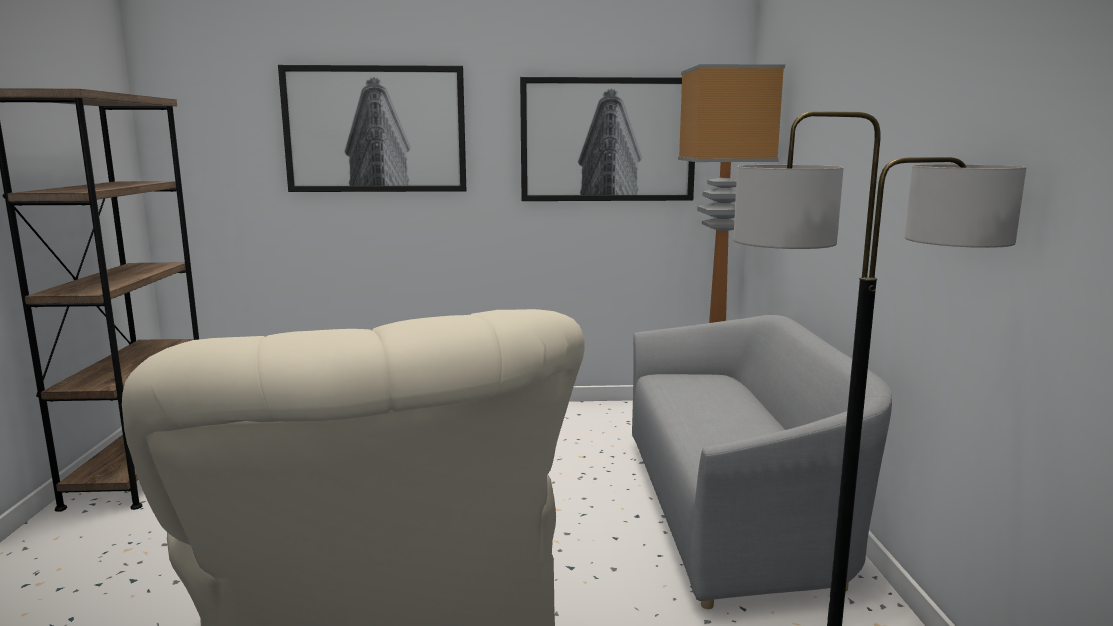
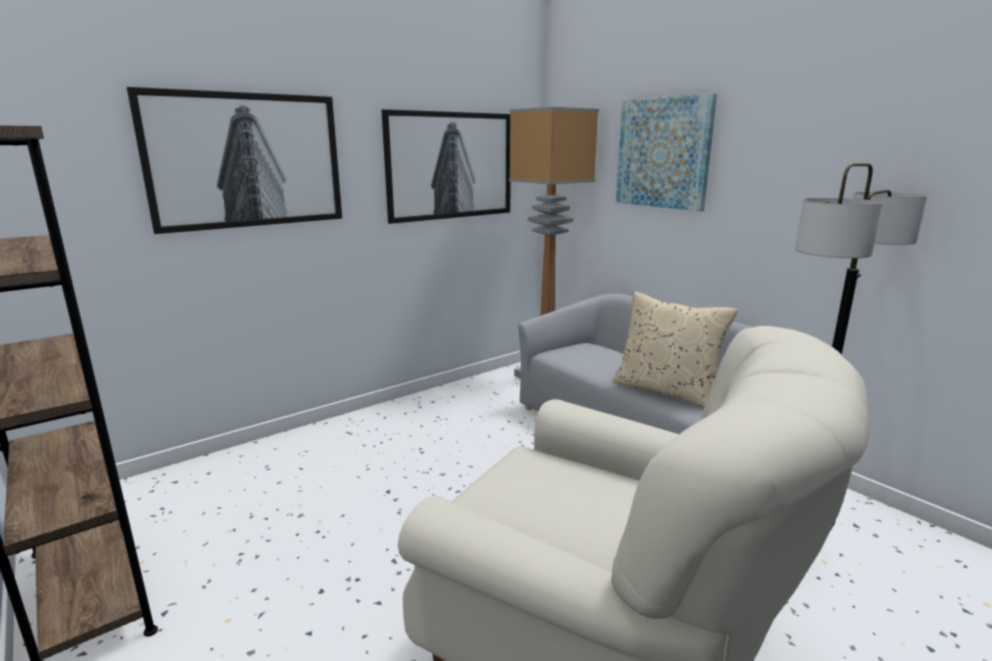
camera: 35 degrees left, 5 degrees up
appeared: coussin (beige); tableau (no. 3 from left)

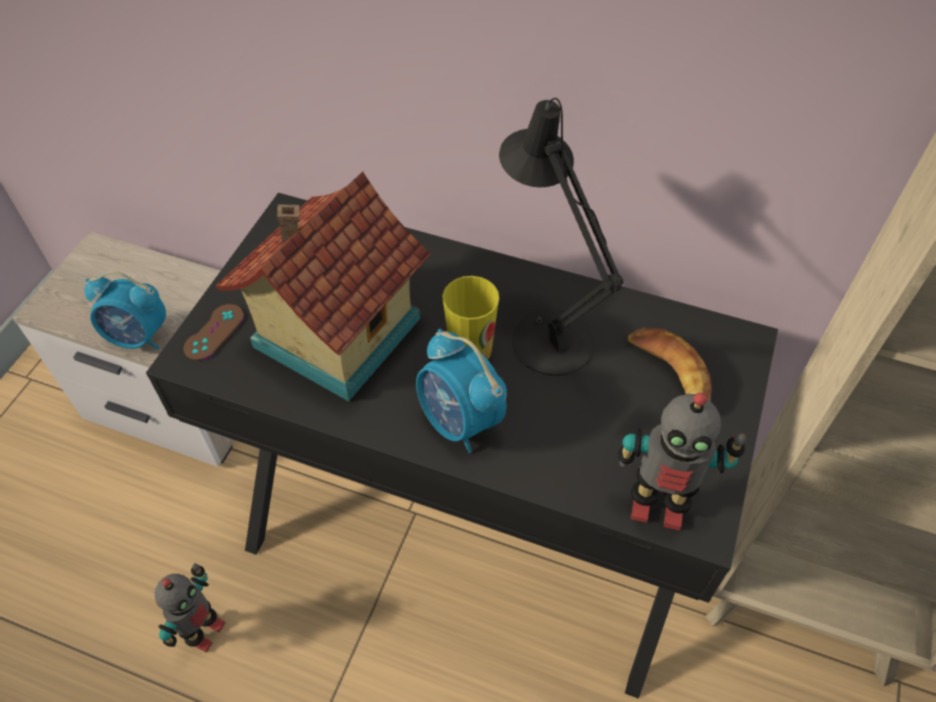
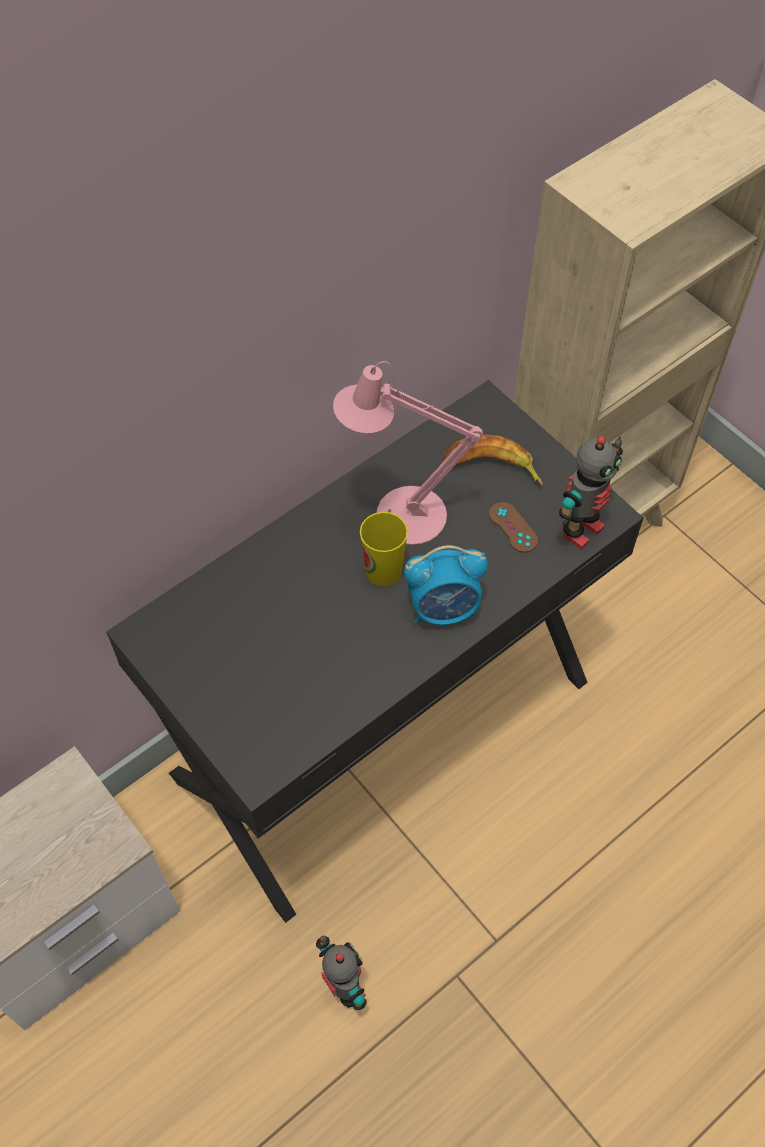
camera: 60 degrees left, 5 degrees up
missing: réveil (no. 1 from left); maison miniature
relocated: manette (marron)
colour: lampe de table (noir) to lampe de table (rose)

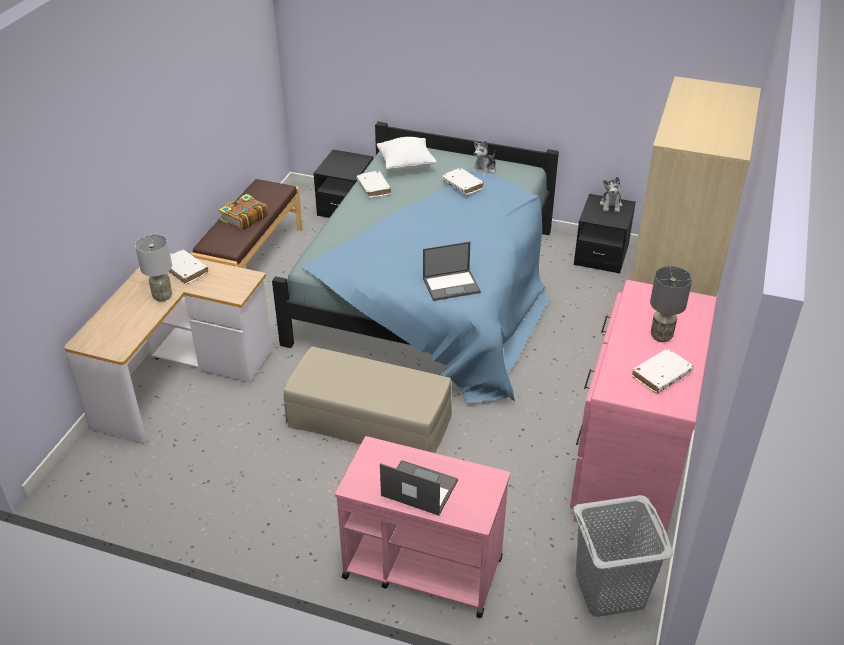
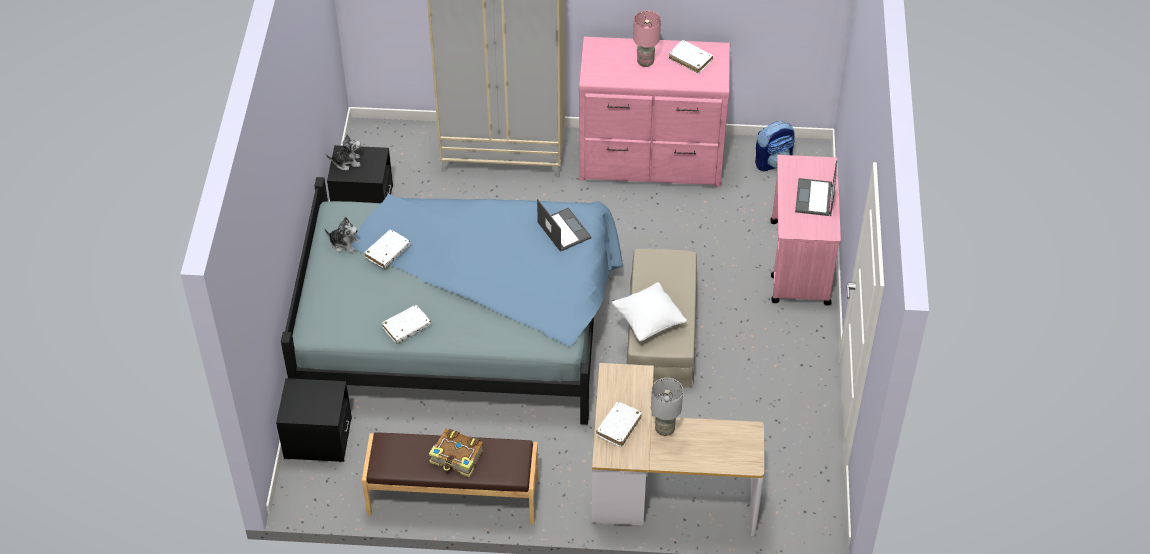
camera: 105 degrees left, 10 degrees up
relocated: coussin (blanc)
exchanged: panier à linge (gris) to sac à dos
colour: lampe de table (gris) (no. 2 from left) to lampe de table (rose)

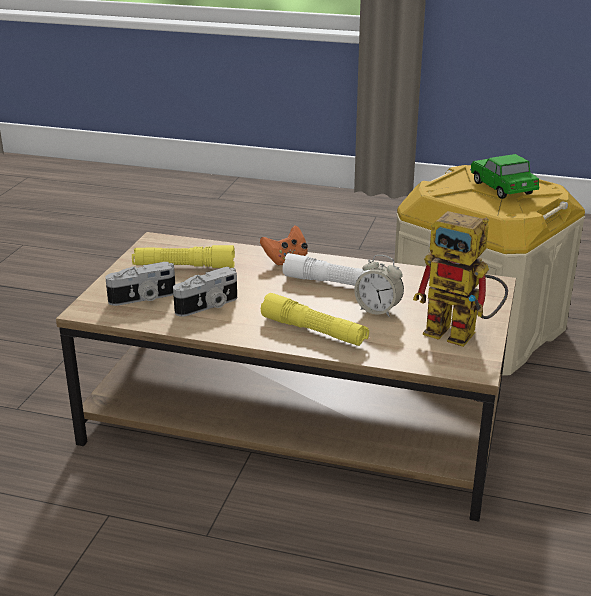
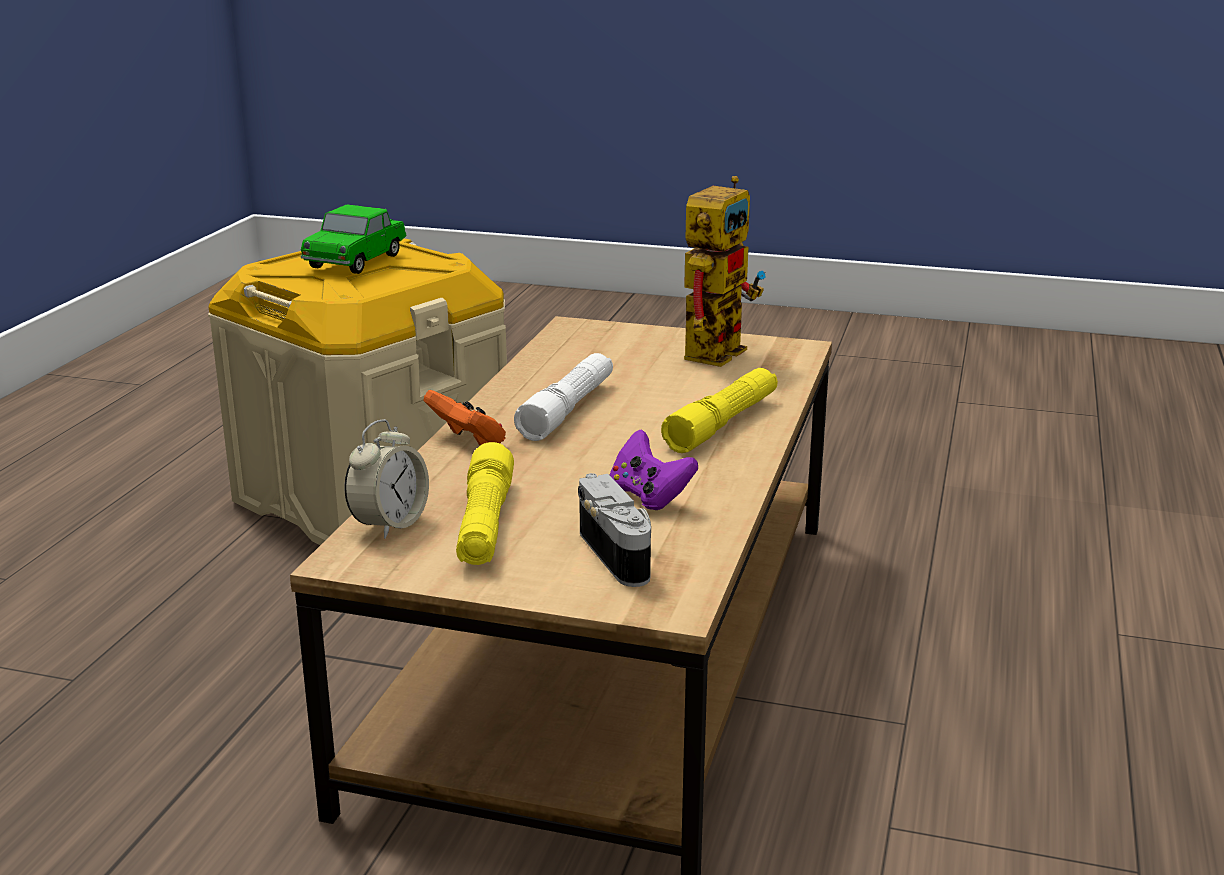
camera: 90 degrees left, 5 degrees down
relocated: réveil
exchanged: appareil photo (no. 2 from left) to manette (violet)
spun: petite voiture 45 degrees counterclockwise

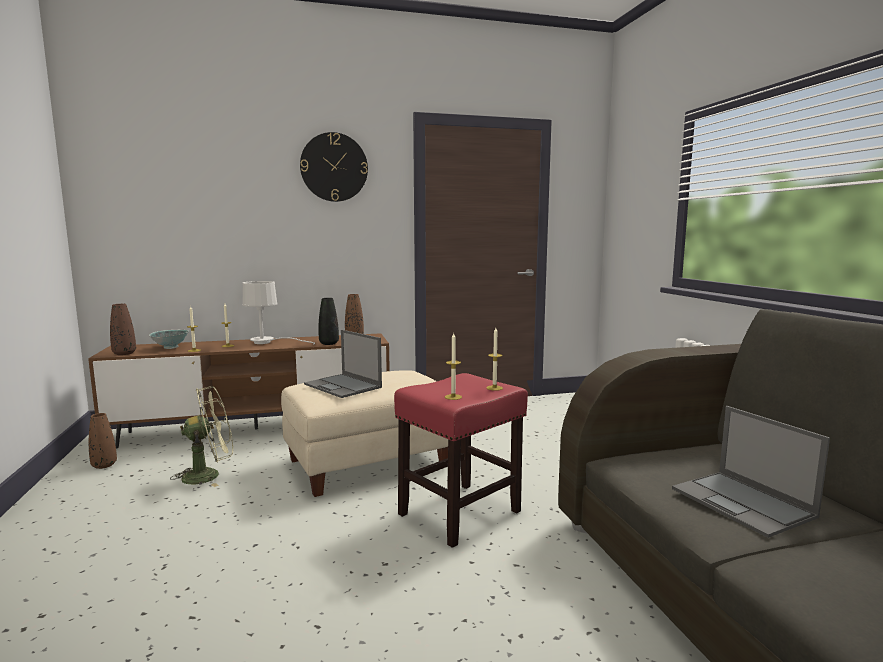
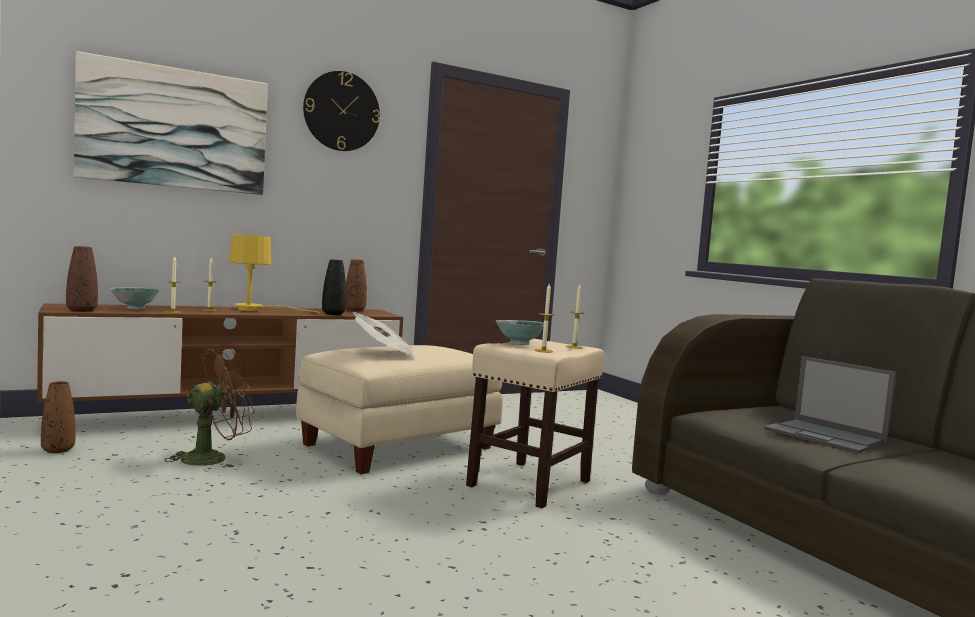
camera: 15 degrees left, 5 degrees down
appeared: tableau; bol (no. 2 from left)
exchanged: ordinateur portable (no. 1 from left) to journal
colour: ventilateur (vert) to ventilateur (marron); lampe de table (blanc) to lampe de table (jaune); tabouret (rouge) to tabouret (beige)

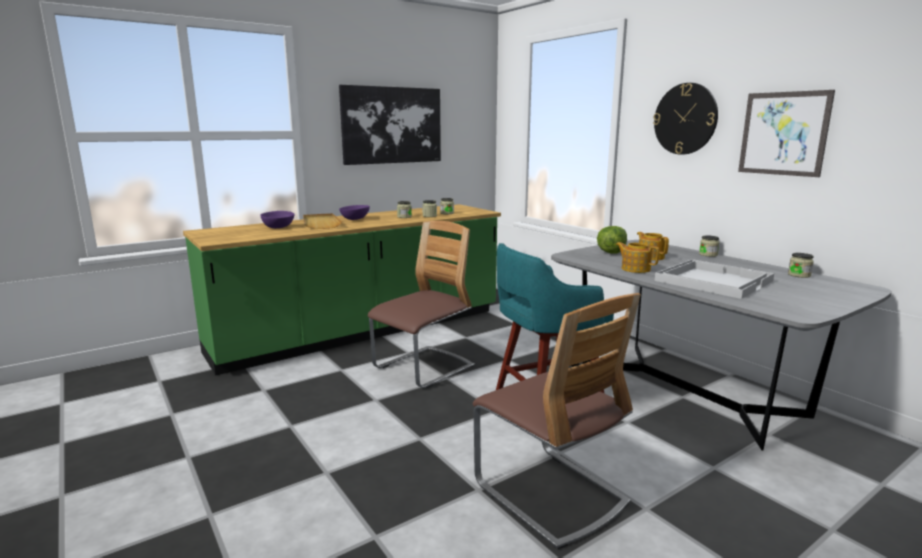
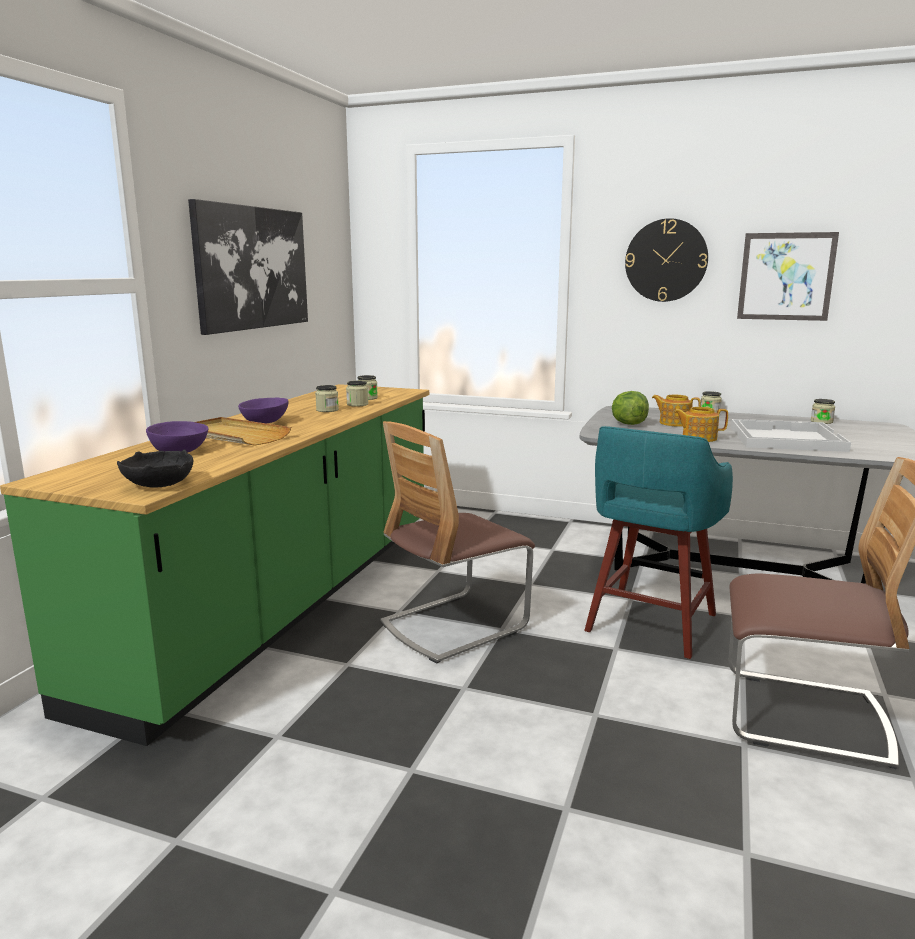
camera: 35 degrees left, 0 degrees up
appeared: bol (noir)
spun: chaise (no. 1 from left) 135 degrees counterclockwise

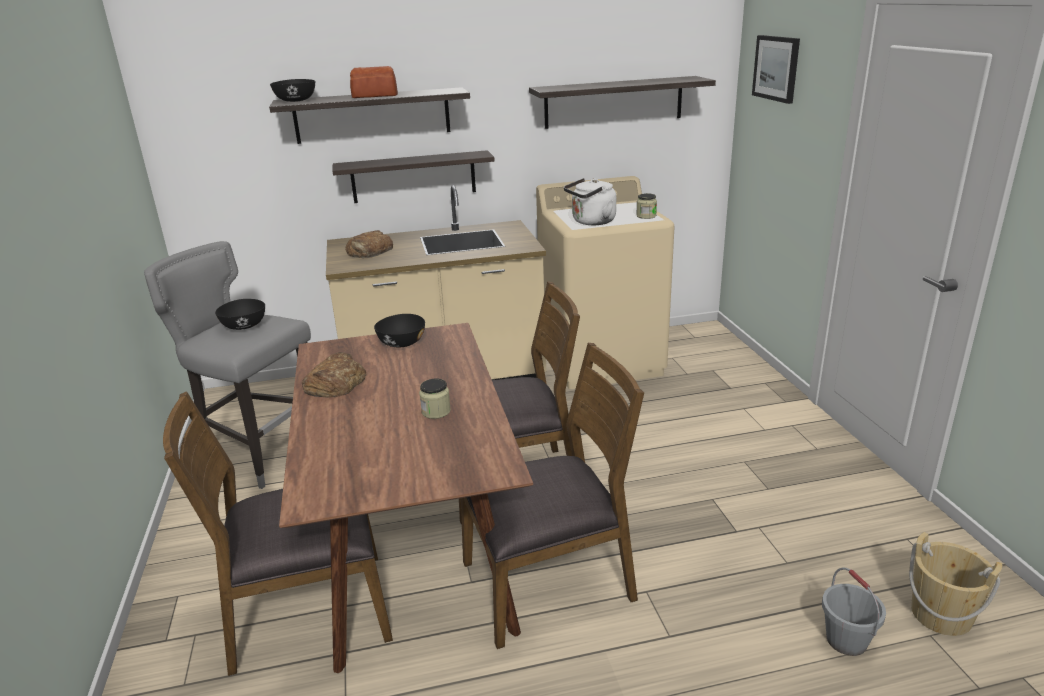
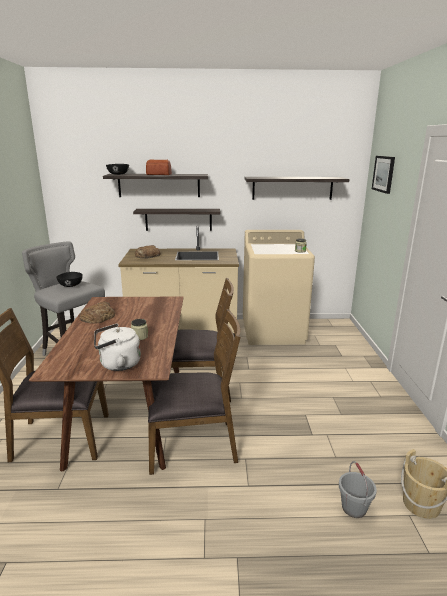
camera: 10 degrees right, 5 degrees down
missing: bol (noir) (no. 3 from left)
relocated: bouilloire (blanc)

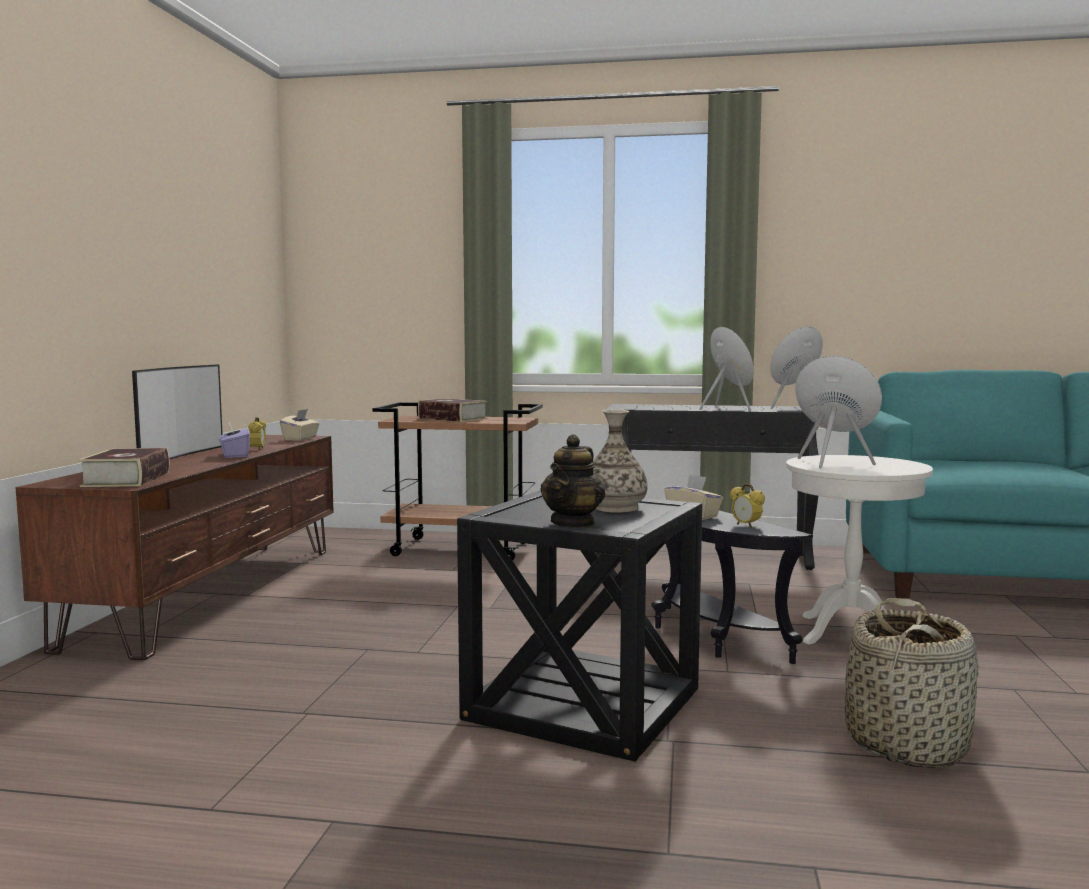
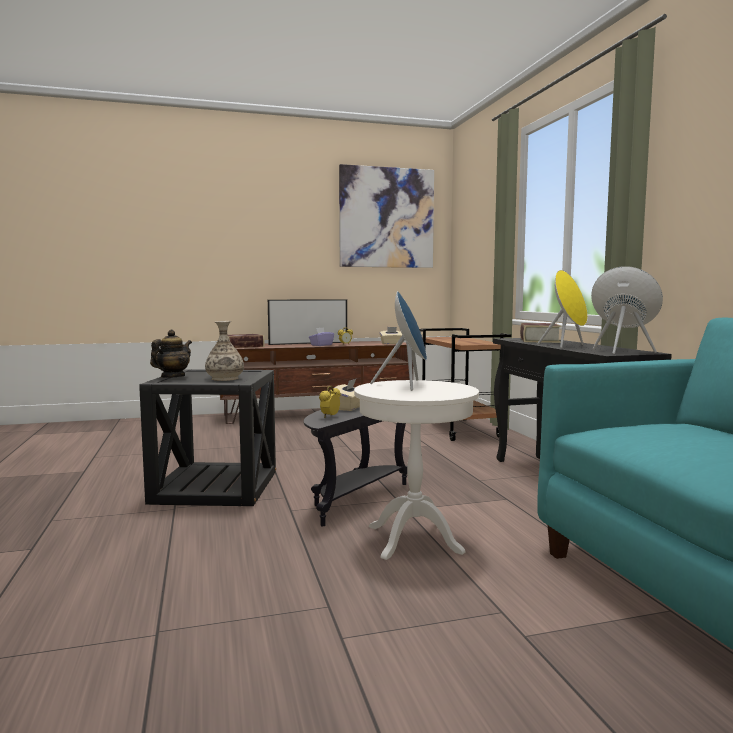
camera: 65 degrees right, 0 degrees up
missing: panier
appeared: tableau
relocated: livre (no. 2 from left)
spun: théière 120 degrees clockwise

